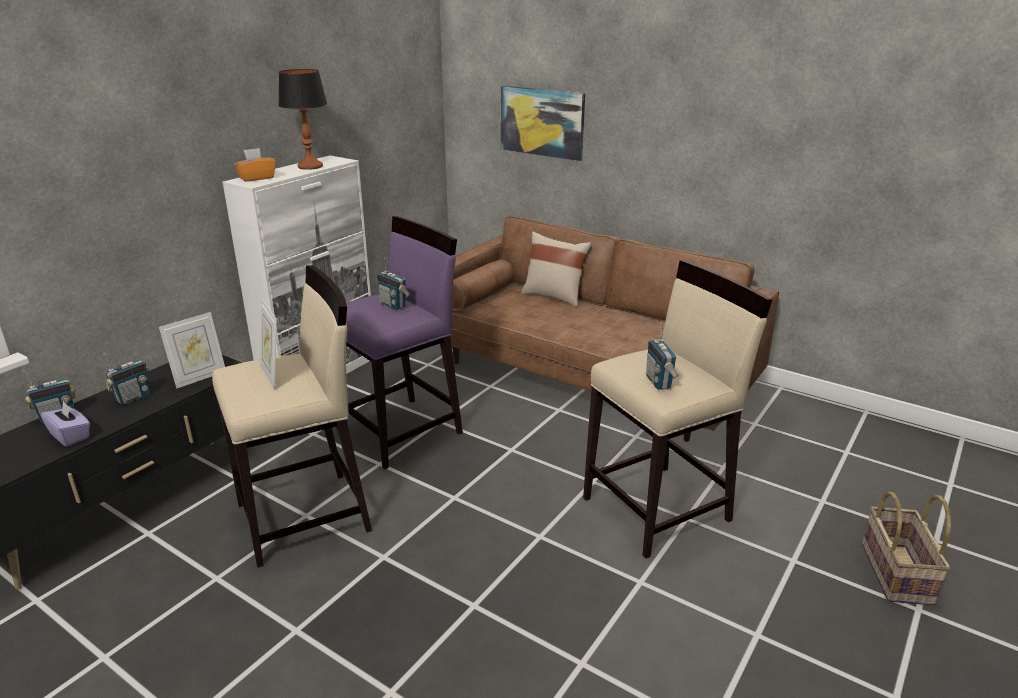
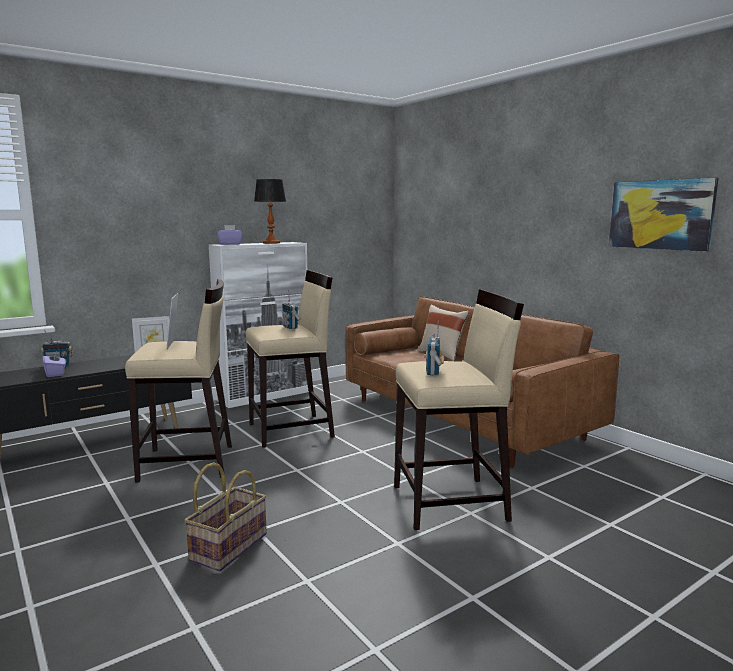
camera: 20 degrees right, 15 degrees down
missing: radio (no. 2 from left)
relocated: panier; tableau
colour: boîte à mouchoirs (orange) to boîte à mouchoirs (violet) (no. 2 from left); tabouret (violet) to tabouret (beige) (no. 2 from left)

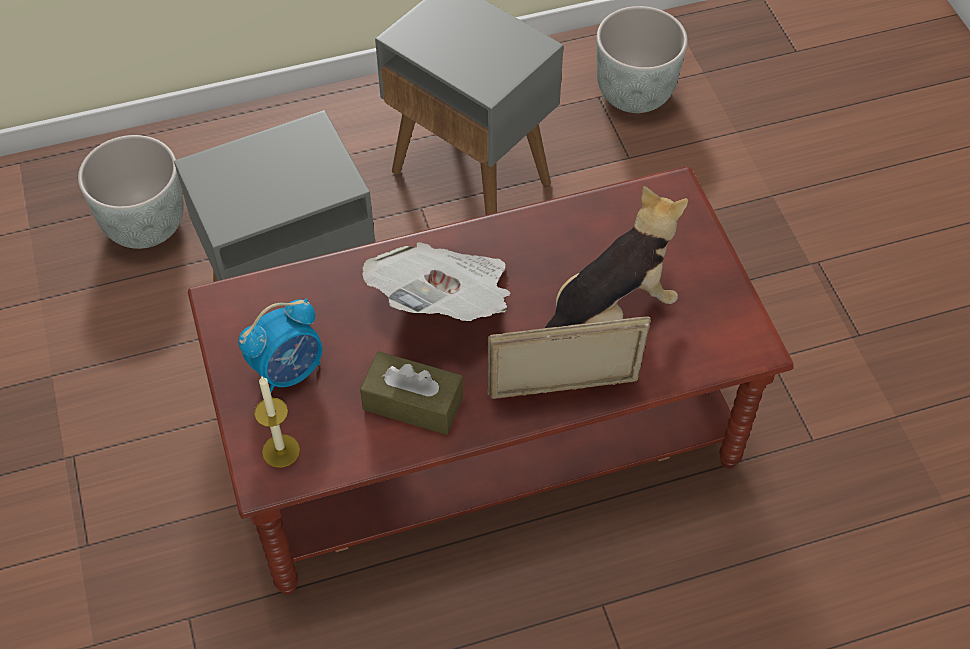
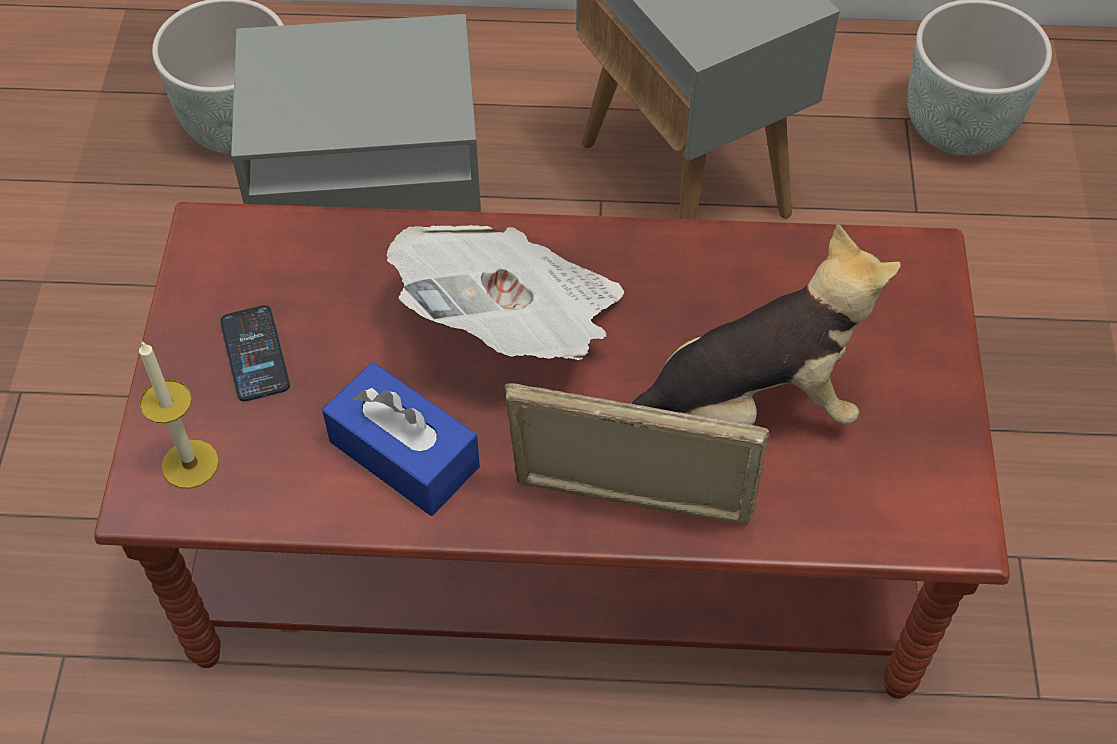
camera: 20 degrees right, 0 degrees up
exchanged: réveil to téléphone
colour: boîte à mouchoirs (marron) to boîte à mouchoirs (bleu)

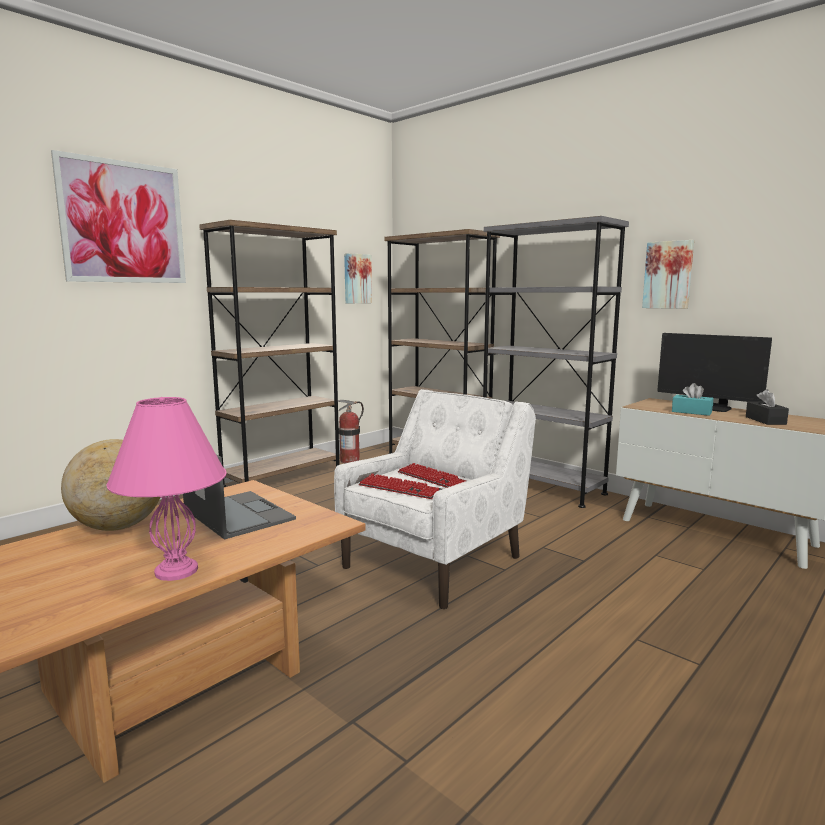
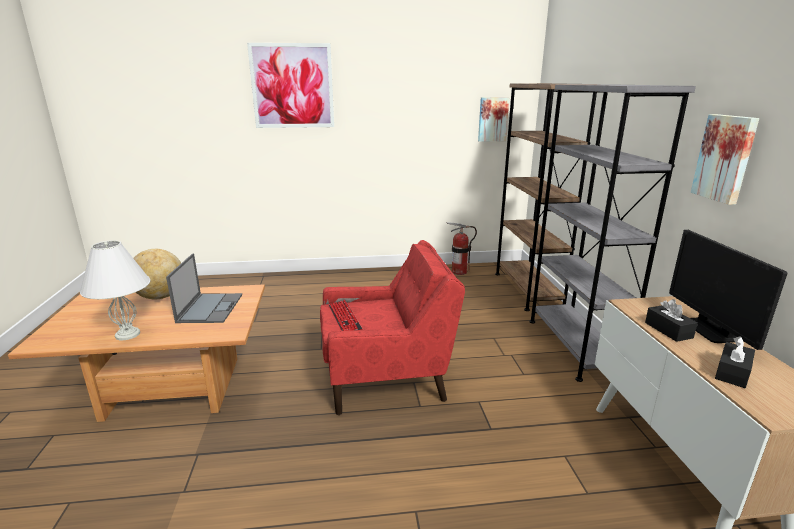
camera: 40 degrees right, 10 degrees up
missing: bibliothèque (marron) (no. 1 from left); clavier (no. 2 from left)
colour: lampe de table (rose) to lampe de table (blanc); fauteuil (blanc) to fauteuil (rouge); boîte à mouchoirs (turquoise) to boîte à mouchoirs (noir) (no. 1 from left)

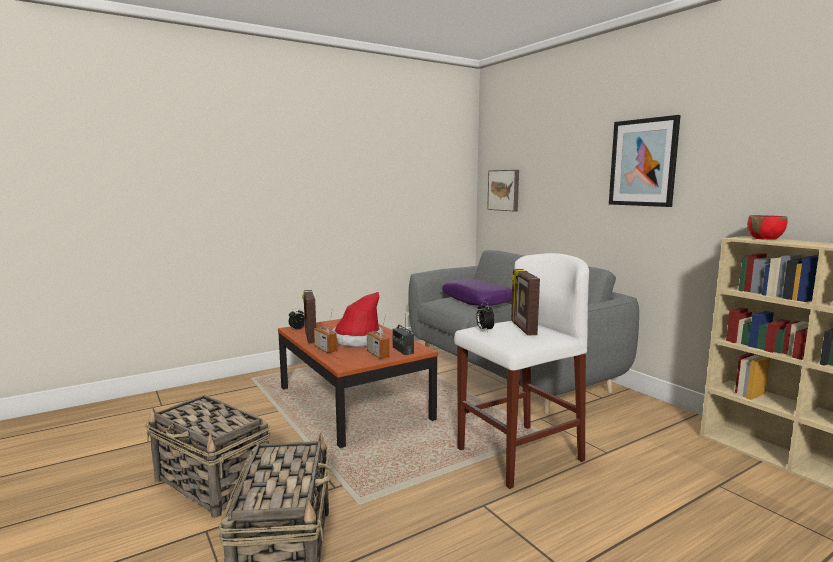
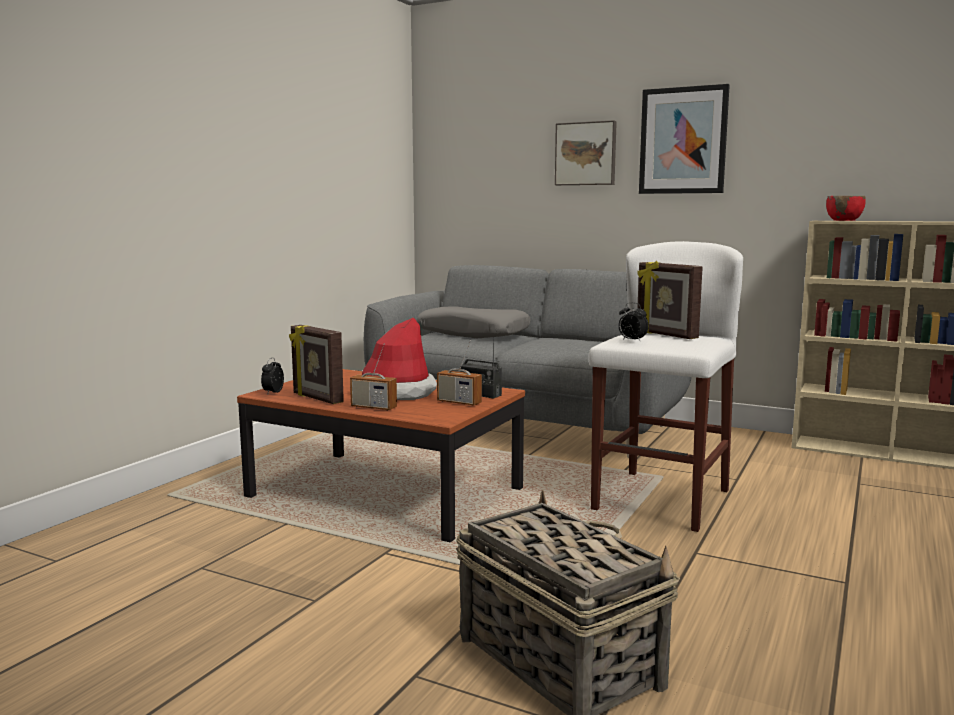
camera: 30 degrees left, 0 degrees up
missing: panier (no. 1 from left)
relocated: tableau (no. 1 from left)
colour: coussin (violet) to coussin (gris)

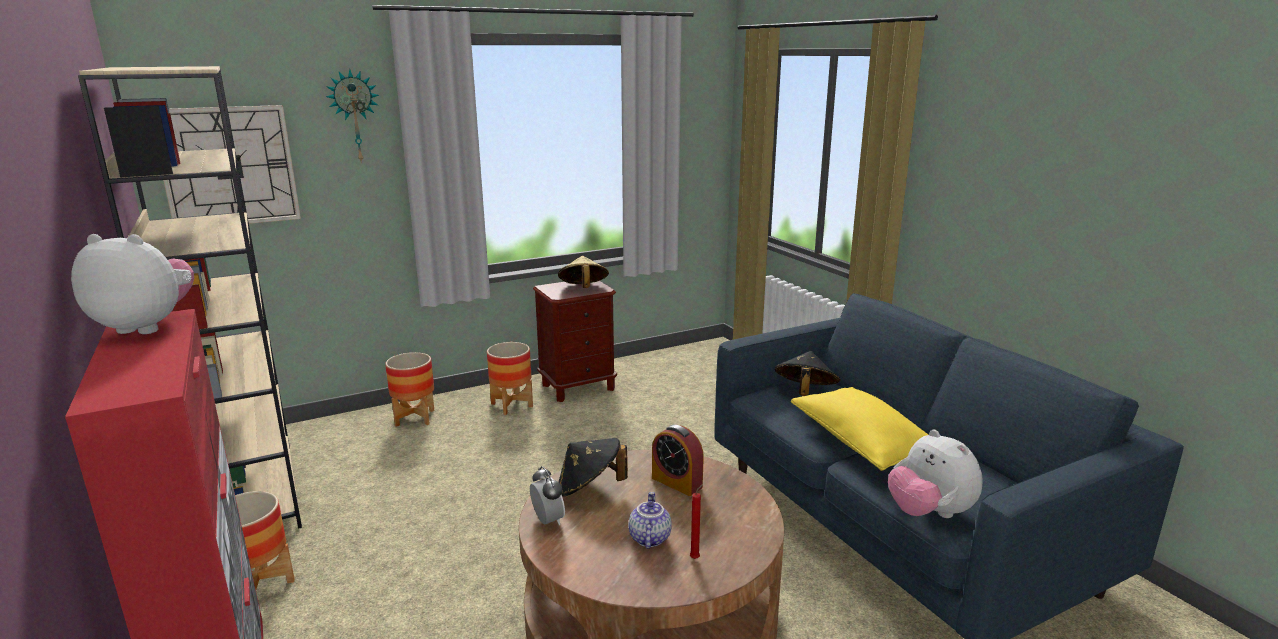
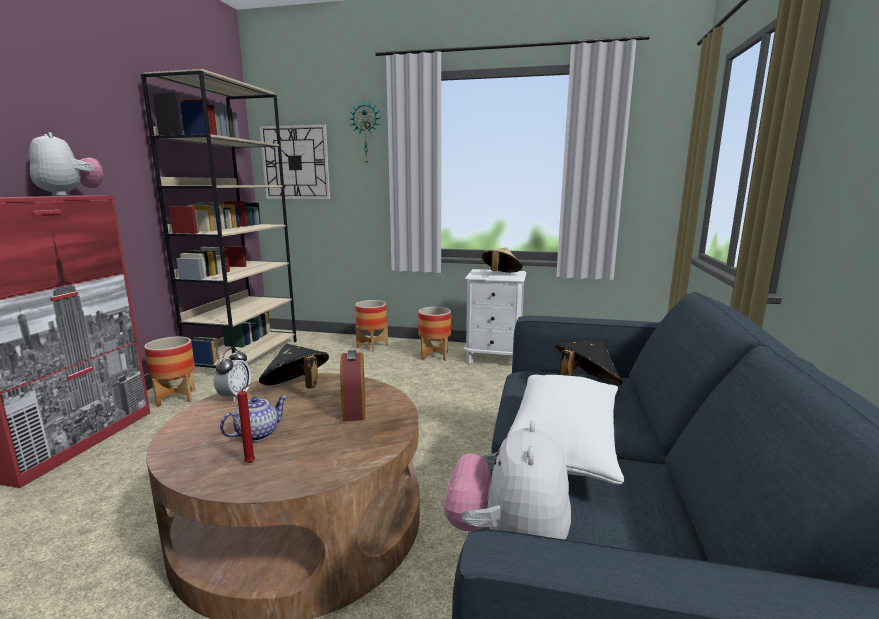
camera: 40 degrees right, 5 degrees down
colour: table de chevet (marron) to table de chevet (blanc); coussin (jaune) to coussin (blanc)

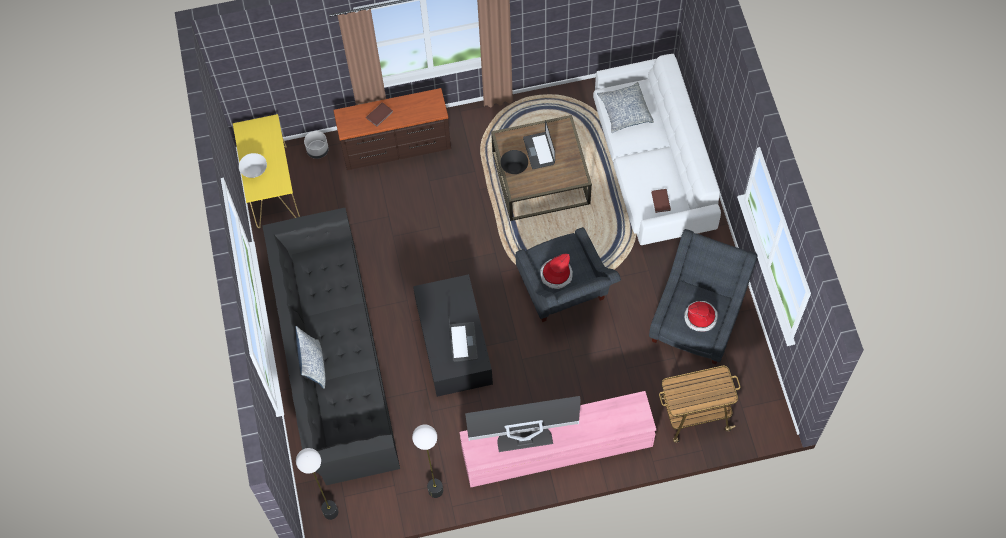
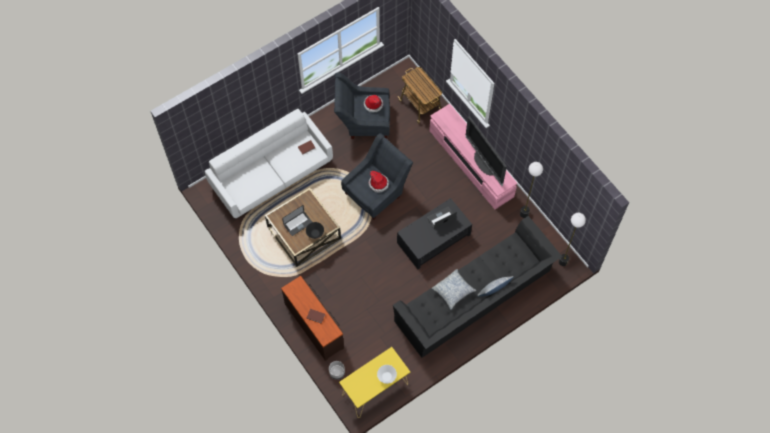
camera: 115 degrees left, 0 degrees up
relocated: coussin (no. 2 from left in the first image) to coussin (no. 1 from left)

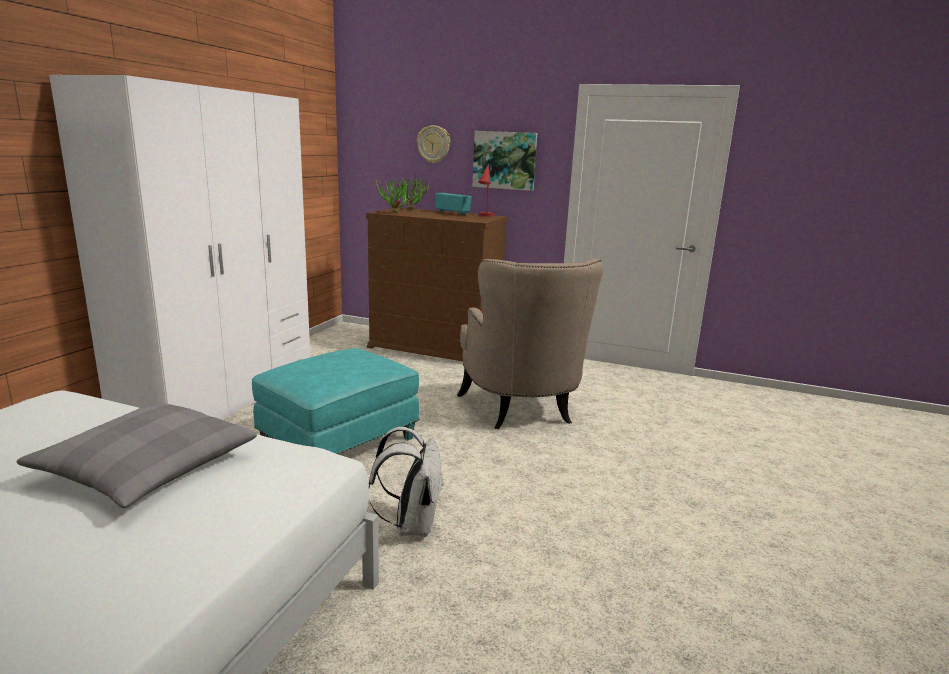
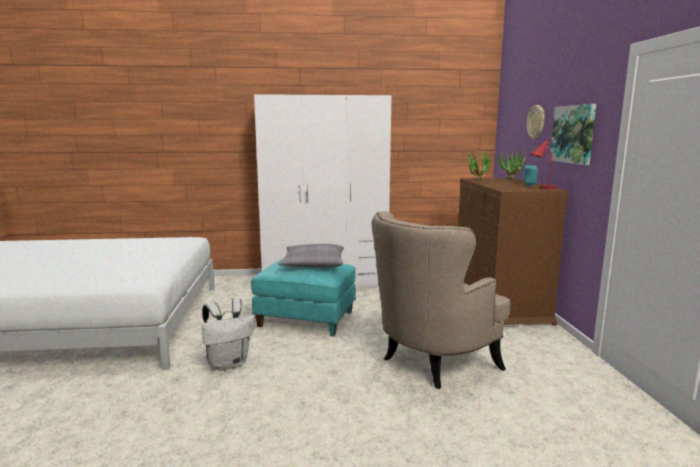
camera: 65 degrees right, 5 degrees down
relocated: coussin (gris)

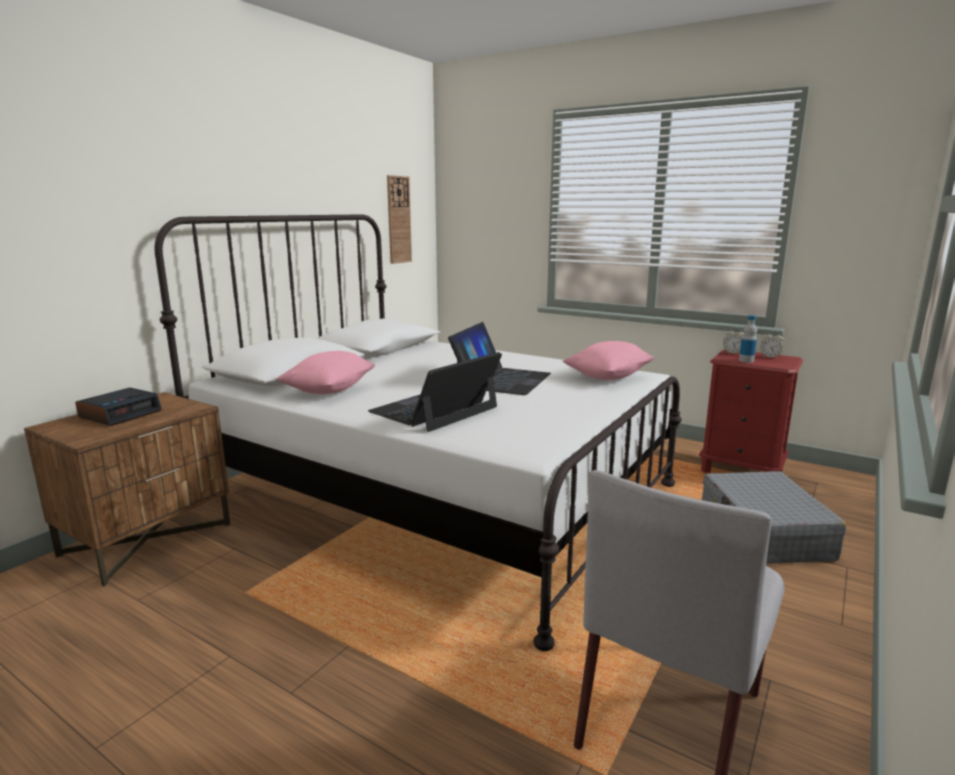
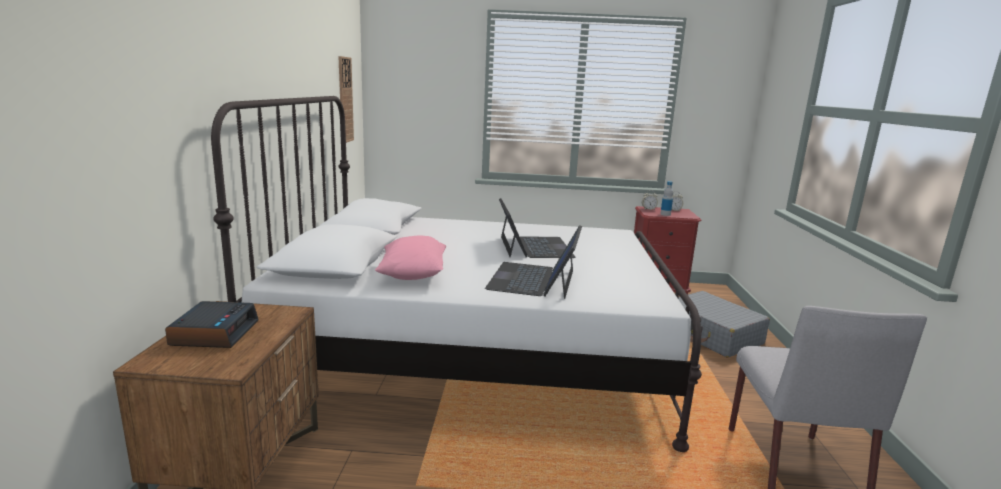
camera: 30 degrees left, 0 degrees up
missing: coussin (rose) (no. 2 from left)

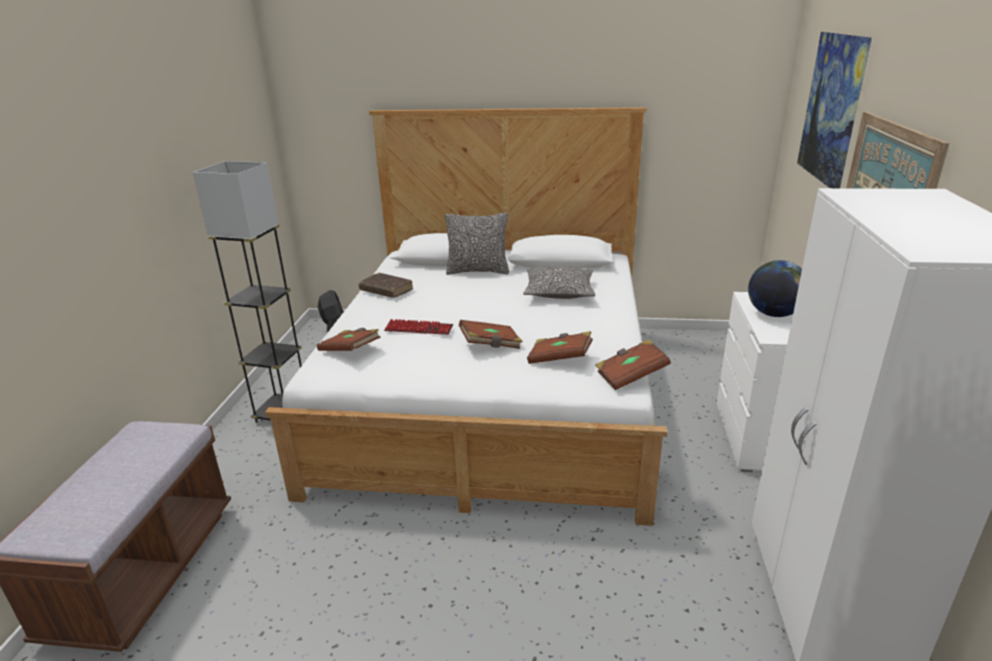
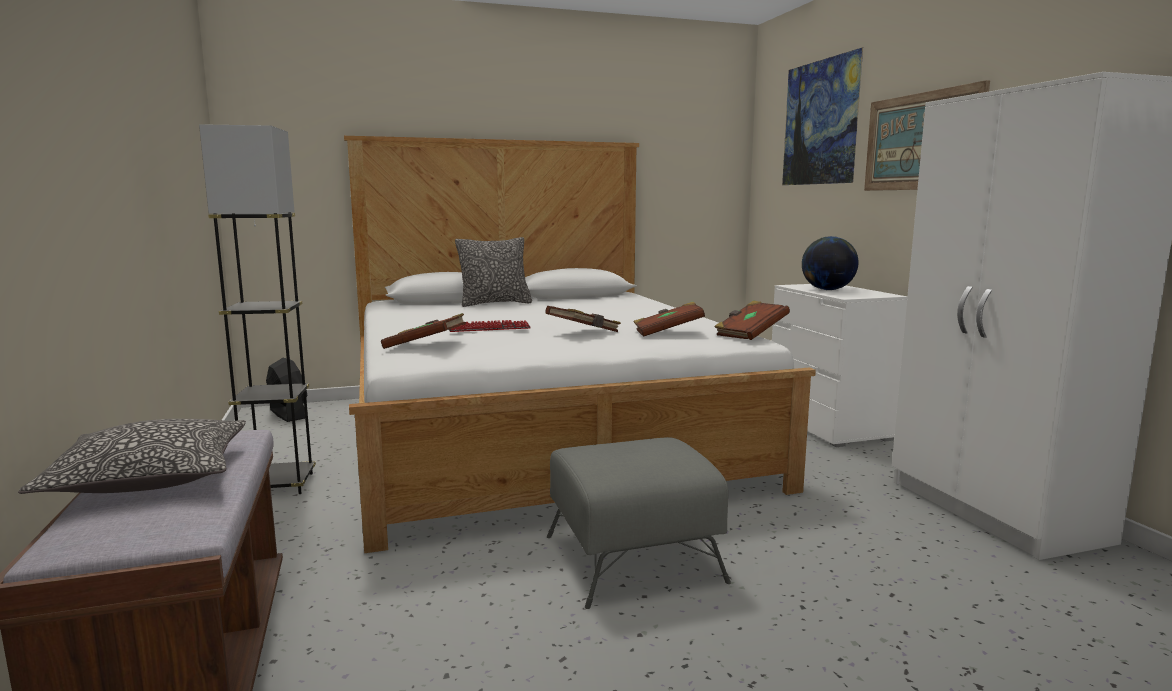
camera: 25 degrees left, 15 degrees down
missing: livre (marron) (no. 2 from left)
appeared: pouf (gris)
relocated: coussin (no. 2 from left in the first image) to coussin (no. 1 from left)

